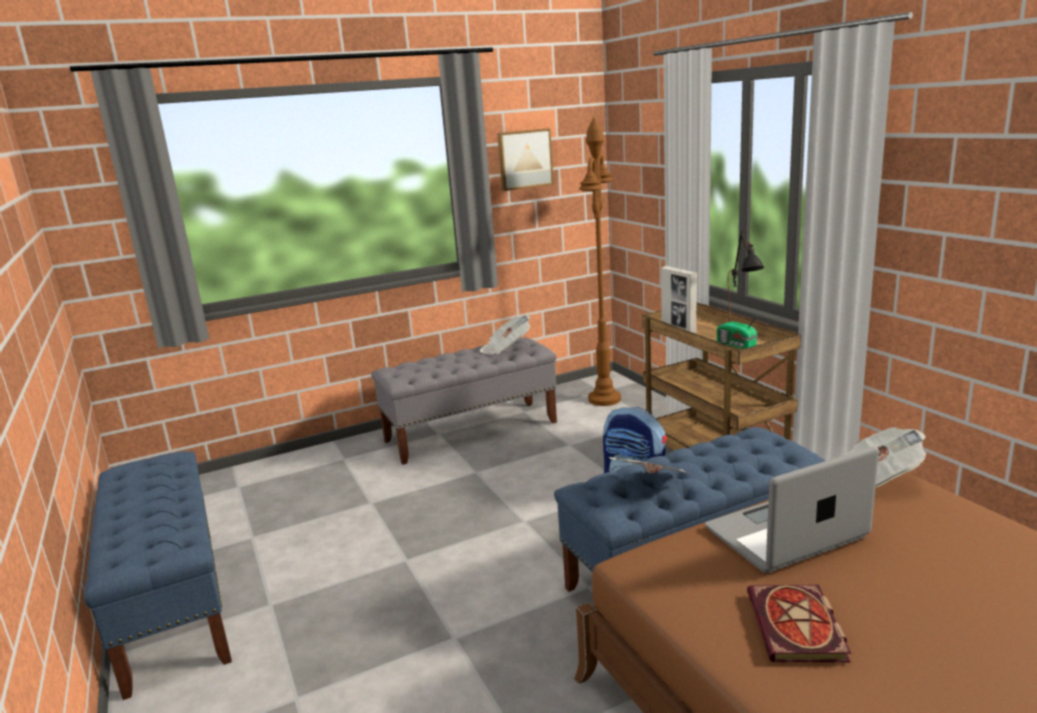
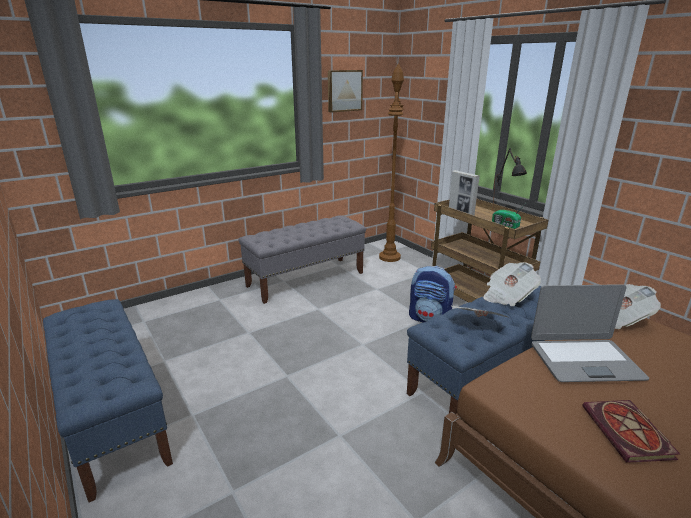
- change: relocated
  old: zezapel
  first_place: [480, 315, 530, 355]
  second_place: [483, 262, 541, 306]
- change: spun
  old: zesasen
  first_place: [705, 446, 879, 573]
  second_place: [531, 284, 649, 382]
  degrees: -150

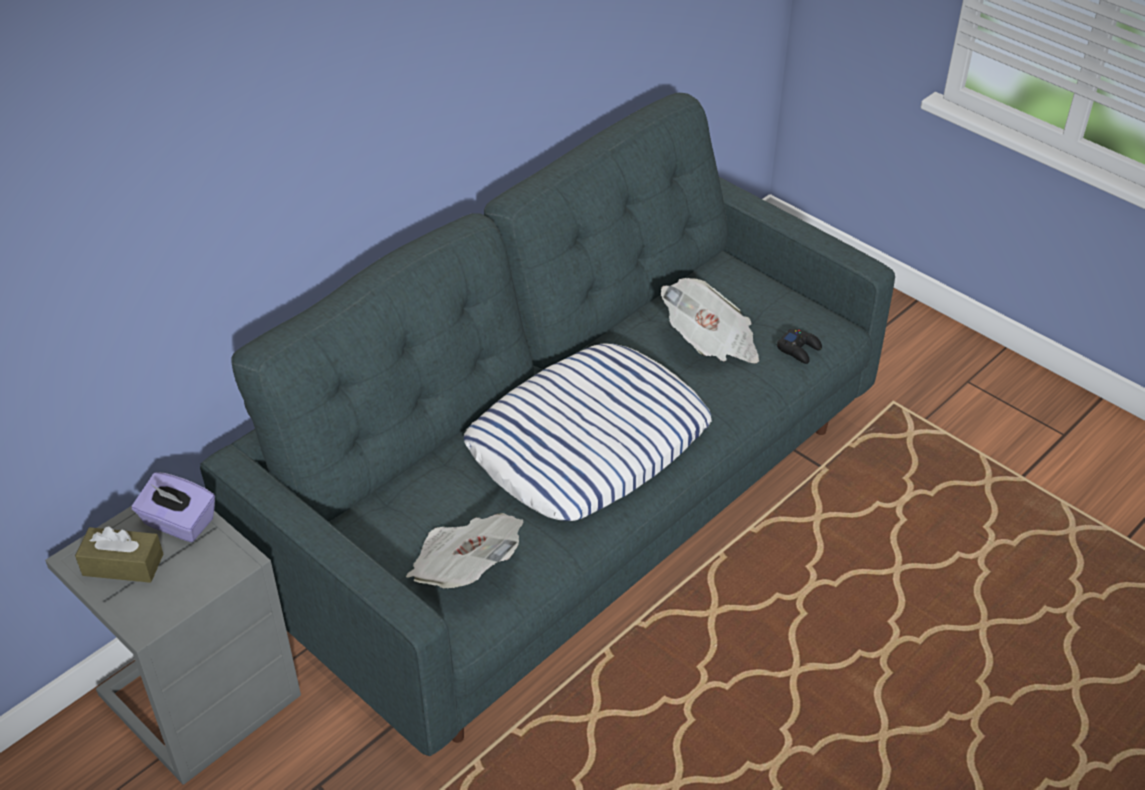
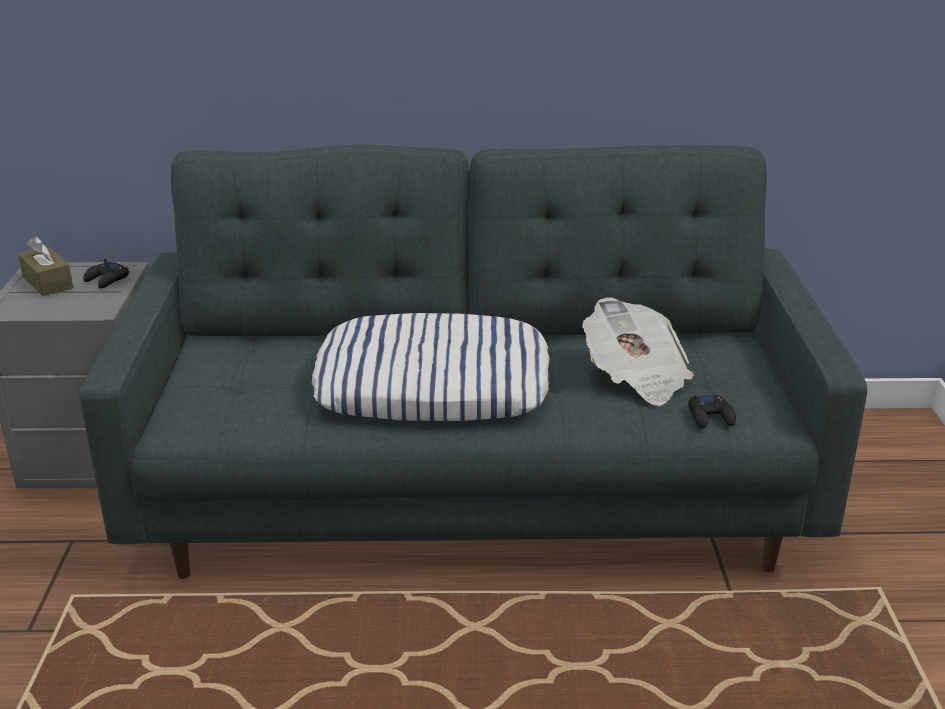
- change: exchanged
  old: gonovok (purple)
  new: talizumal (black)
  first_place: [132, 472, 215, 542]
  second_place: [83, 259, 129, 288]
- change: missing
  old: zezapel
  first_place: [406, 513, 524, 589]

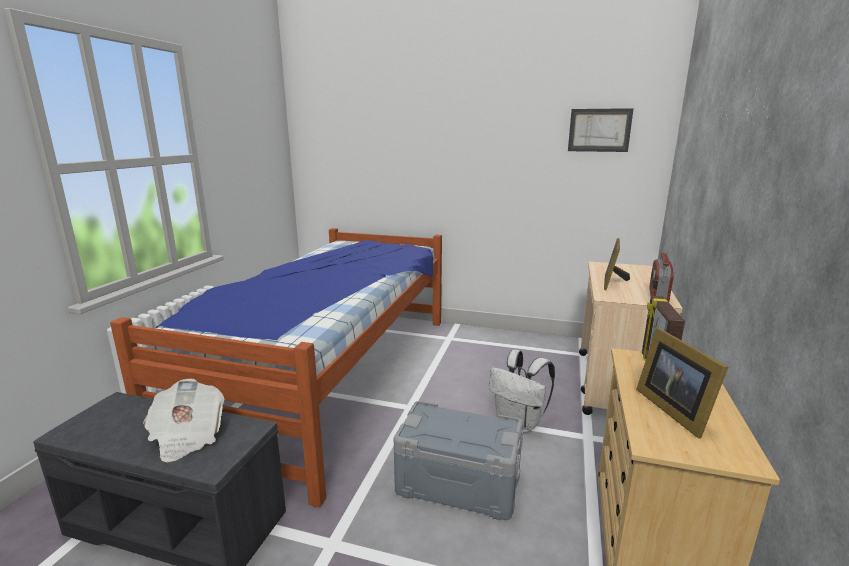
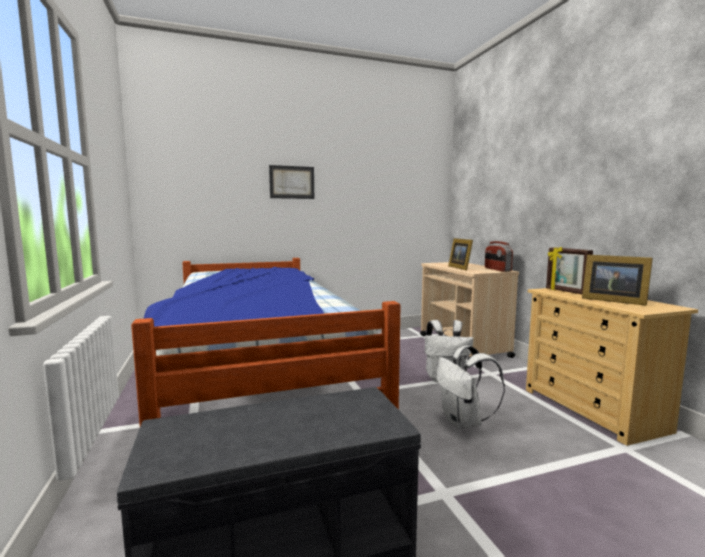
- change: relocated
  old: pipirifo
  first_place: [568, 108, 634, 152]
  second_place: [269, 165, 314, 199]
- change: missing
  old: zezapel
  first_place: [143, 379, 225, 463]
- change: exchanged
  old: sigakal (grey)
  new: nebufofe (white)
  first_place: [394, 401, 523, 520]
  second_place: [437, 345, 505, 429]

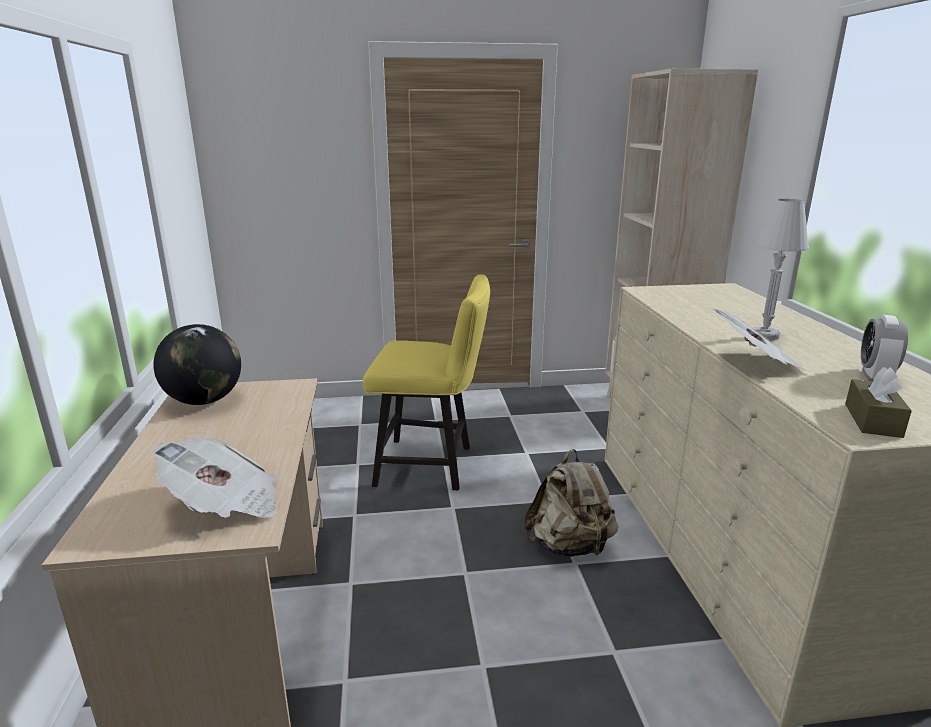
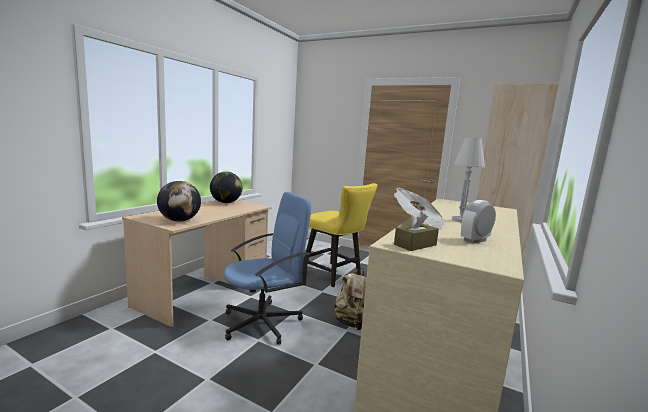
- change: exchanged
  old: zezapel
  new: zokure
  first_place: [153, 438, 277, 518]
  second_place: [157, 181, 201, 222]
- change: appeared
  new: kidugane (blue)
  second_place: [224, 192, 311, 345]

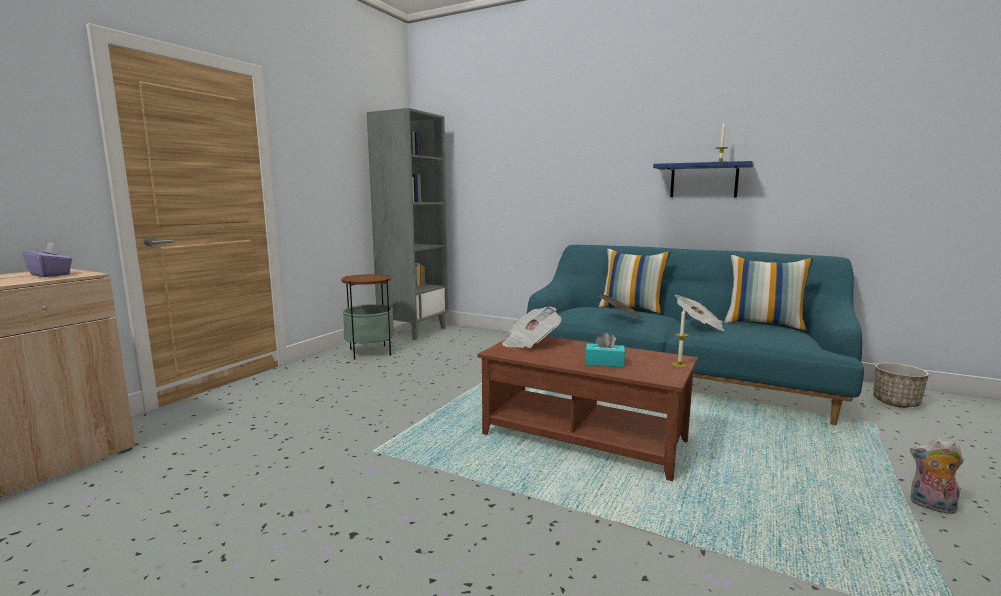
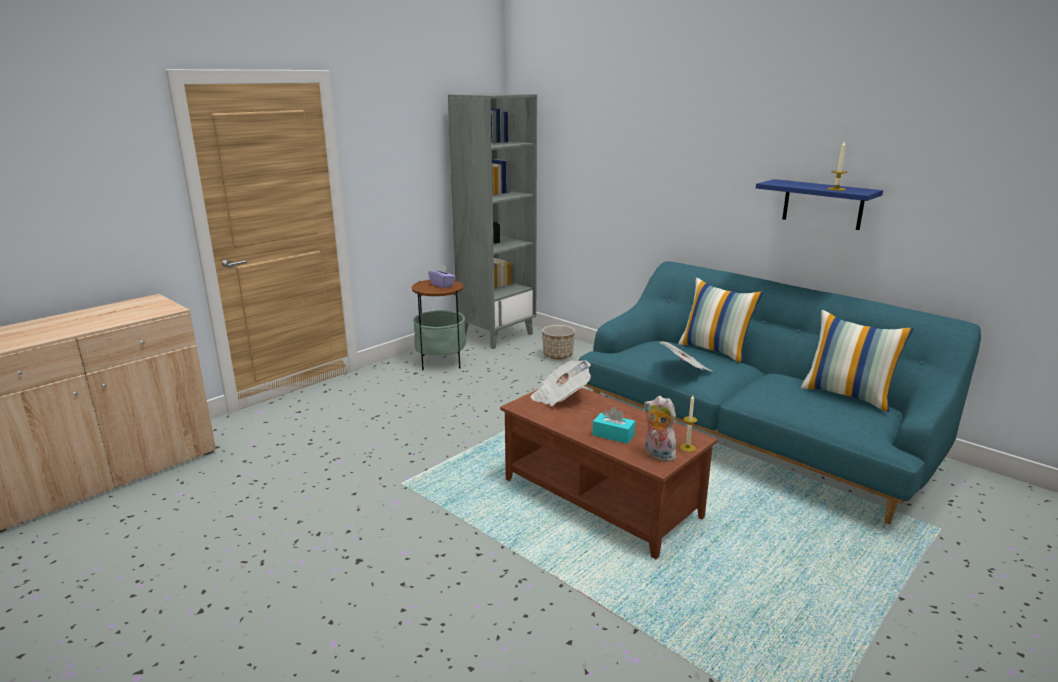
- change: relocated
  old: gonovok (purple)
  first_place: [23, 242, 72, 277]
  second_place: [428, 265, 456, 288]
- change: missing
  old: zezapel
  first_place: [675, 295, 724, 331]
- change: relocated
  old: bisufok
  first_place: [873, 363, 929, 408]
  second_place: [542, 325, 575, 360]
- change: relocated
  old: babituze
  first_place: [910, 438, 964, 514]
  second_place: [644, 396, 676, 462]

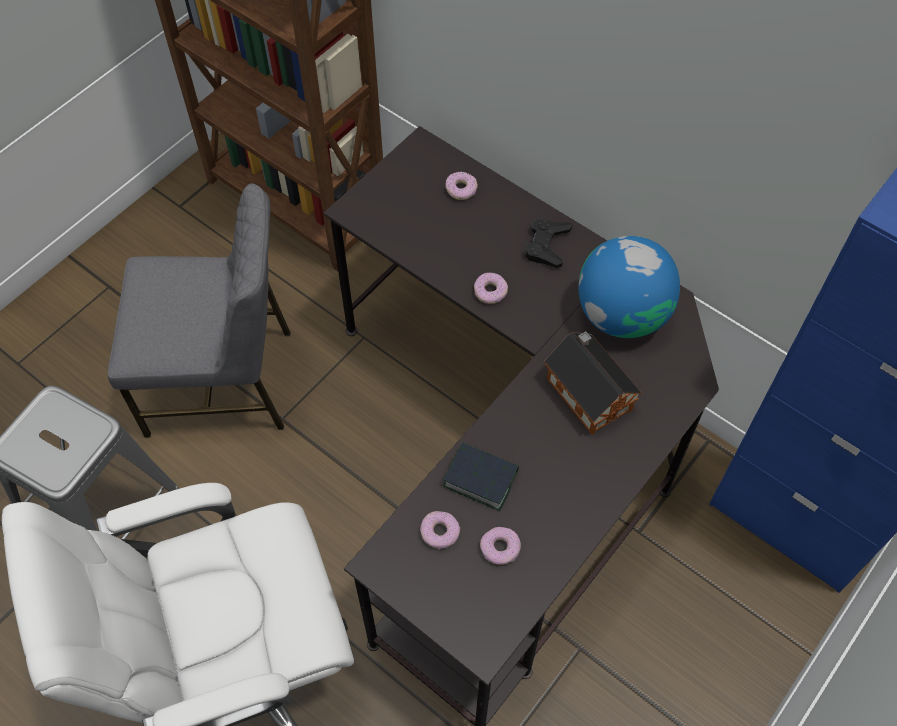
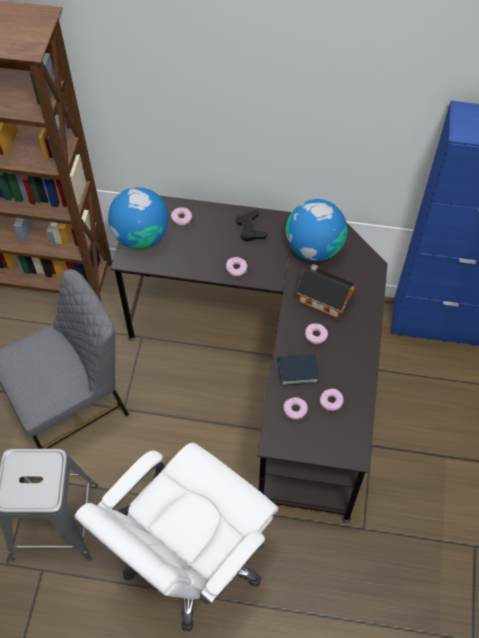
- change: appeared
  new: zokure
  second_place: [108, 187, 168, 249]
- change: appeared
  new: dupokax
  second_place: [305, 323, 328, 344]

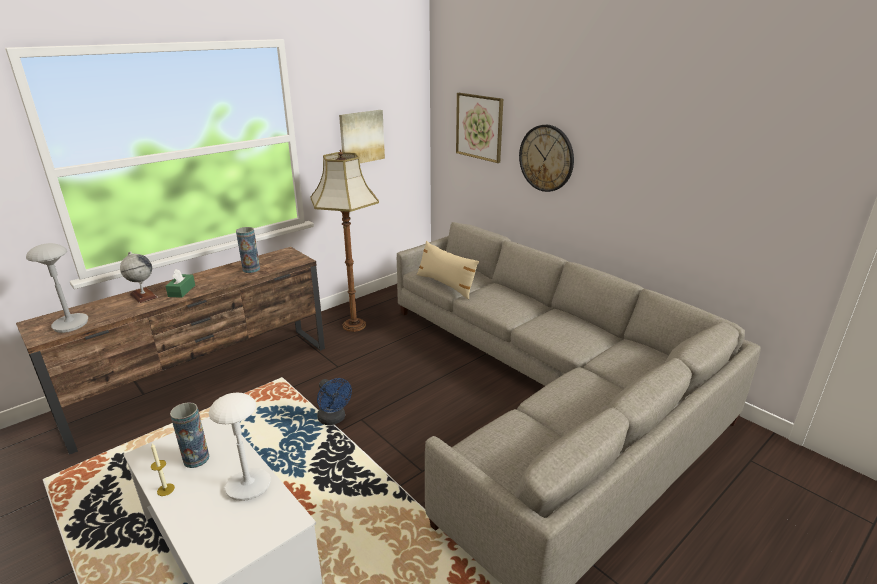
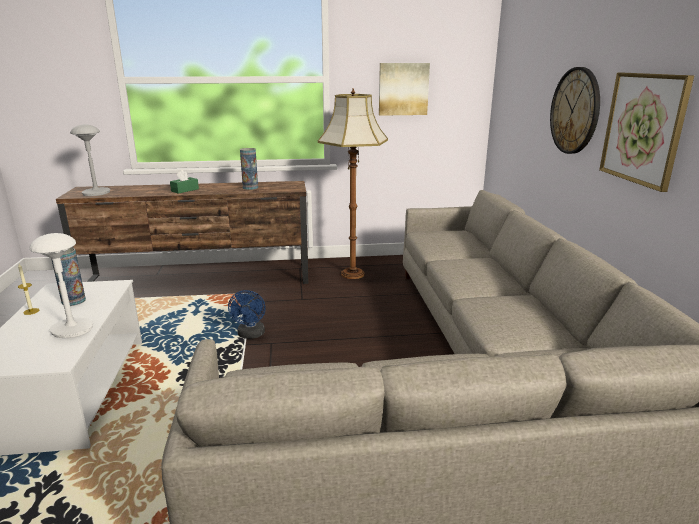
- change: relocated
  old: pipirifo
  first_place: [456, 93, 503, 163]
  second_place: [599, 73, 694, 192]
- change: missing
  old: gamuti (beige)
  first_place: [417, 241, 479, 299]
- change: missing
  old: zokure
  first_place: [120, 252, 158, 303]

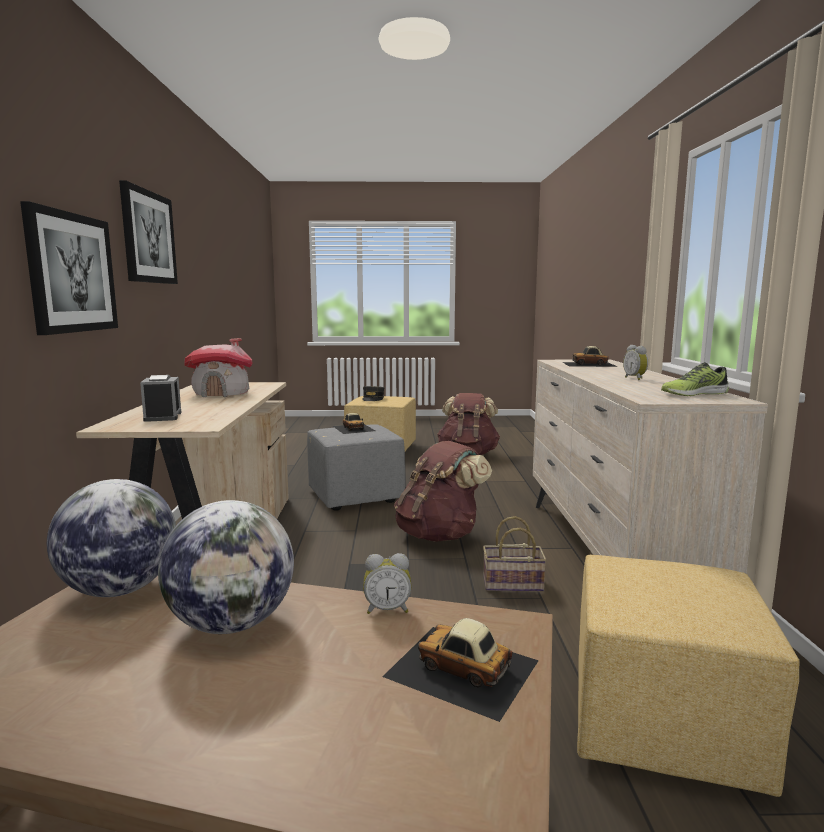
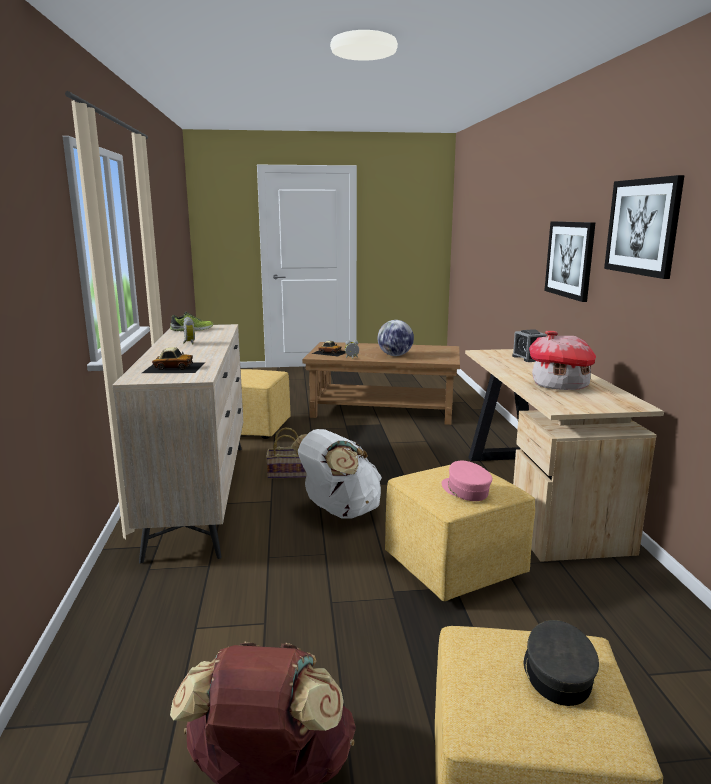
- change: exchanged
  old: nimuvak
  new: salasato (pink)
  first_place: [333, 413, 375, 434]
  second_place: [442, 461, 492, 501]
- change: colour
  old: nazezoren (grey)
  new: nazezoren (yellow)
  first_place: [307, 424, 405, 511]
  second_place: [385, 465, 535, 601]
- change: colour
  old: nebufofe (brown)
  new: nebufofe (white)
  first_place: [394, 441, 492, 542]
  second_place: [291, 429, 382, 519]
- change: missing
  old: zokure
  first_place: [47, 479, 176, 597]

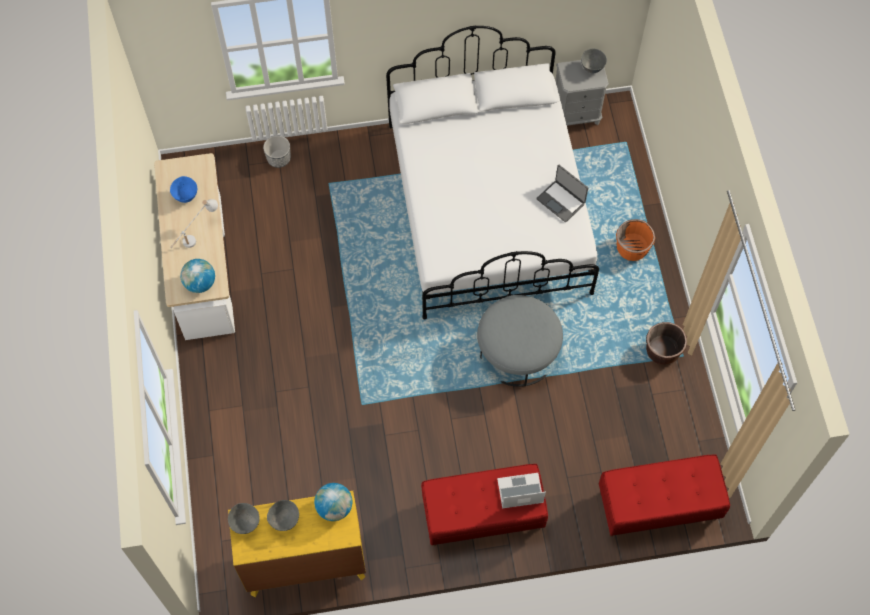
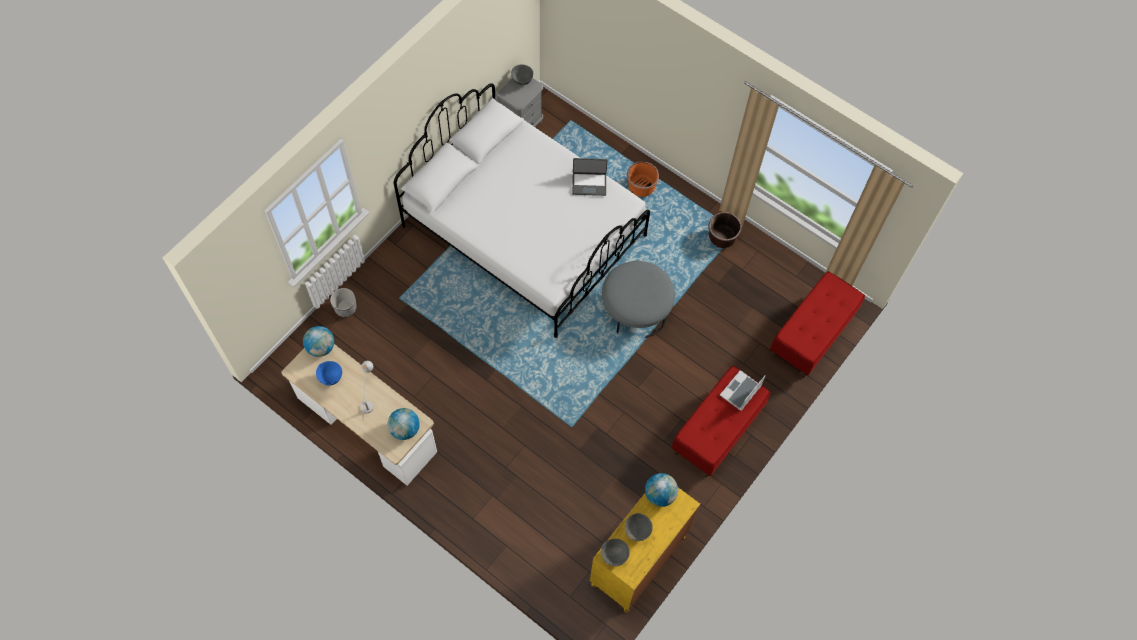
- change: appeared
  new: zokure
  second_place: [303, 326, 334, 357]

